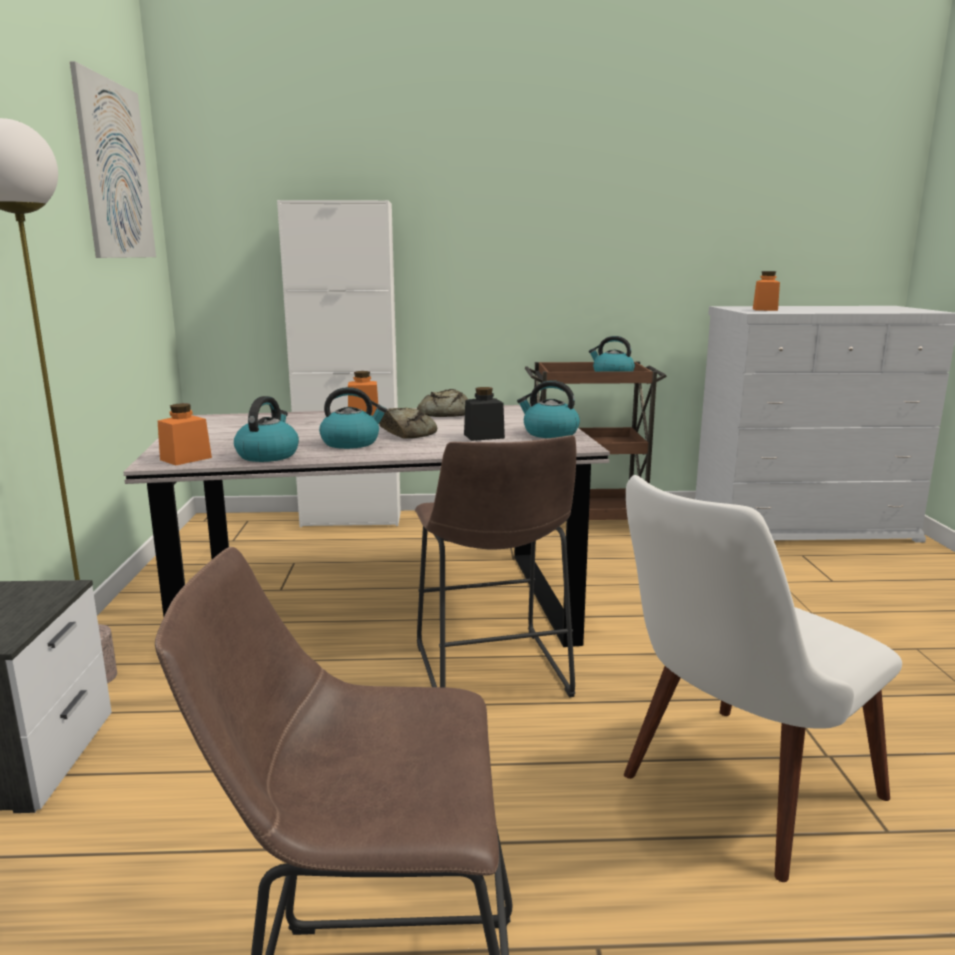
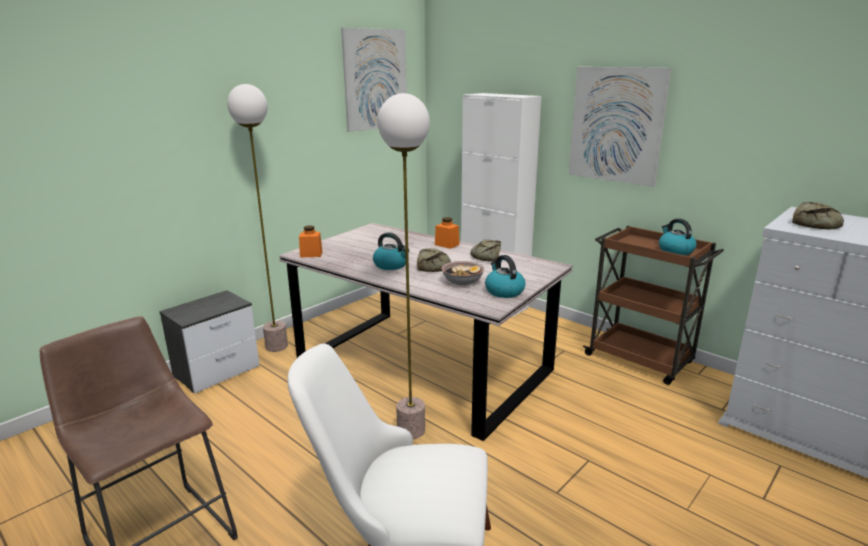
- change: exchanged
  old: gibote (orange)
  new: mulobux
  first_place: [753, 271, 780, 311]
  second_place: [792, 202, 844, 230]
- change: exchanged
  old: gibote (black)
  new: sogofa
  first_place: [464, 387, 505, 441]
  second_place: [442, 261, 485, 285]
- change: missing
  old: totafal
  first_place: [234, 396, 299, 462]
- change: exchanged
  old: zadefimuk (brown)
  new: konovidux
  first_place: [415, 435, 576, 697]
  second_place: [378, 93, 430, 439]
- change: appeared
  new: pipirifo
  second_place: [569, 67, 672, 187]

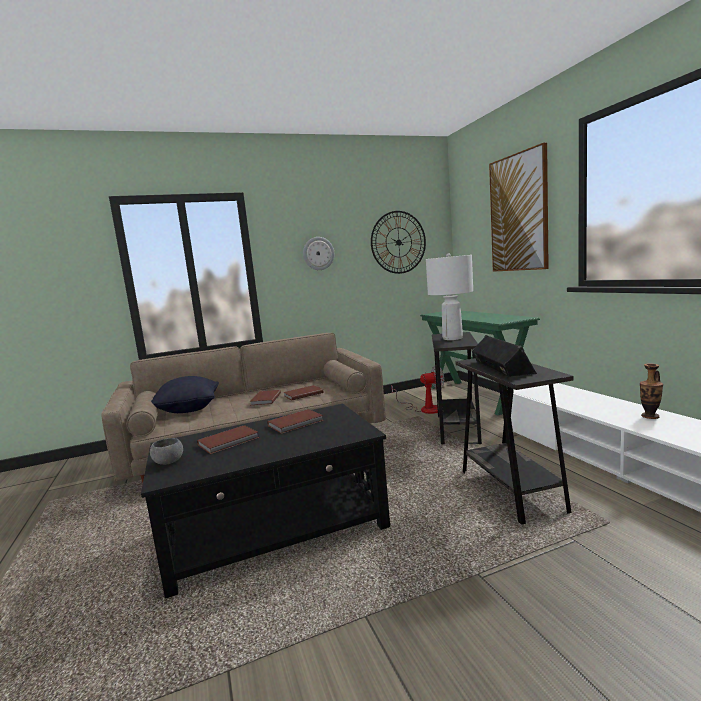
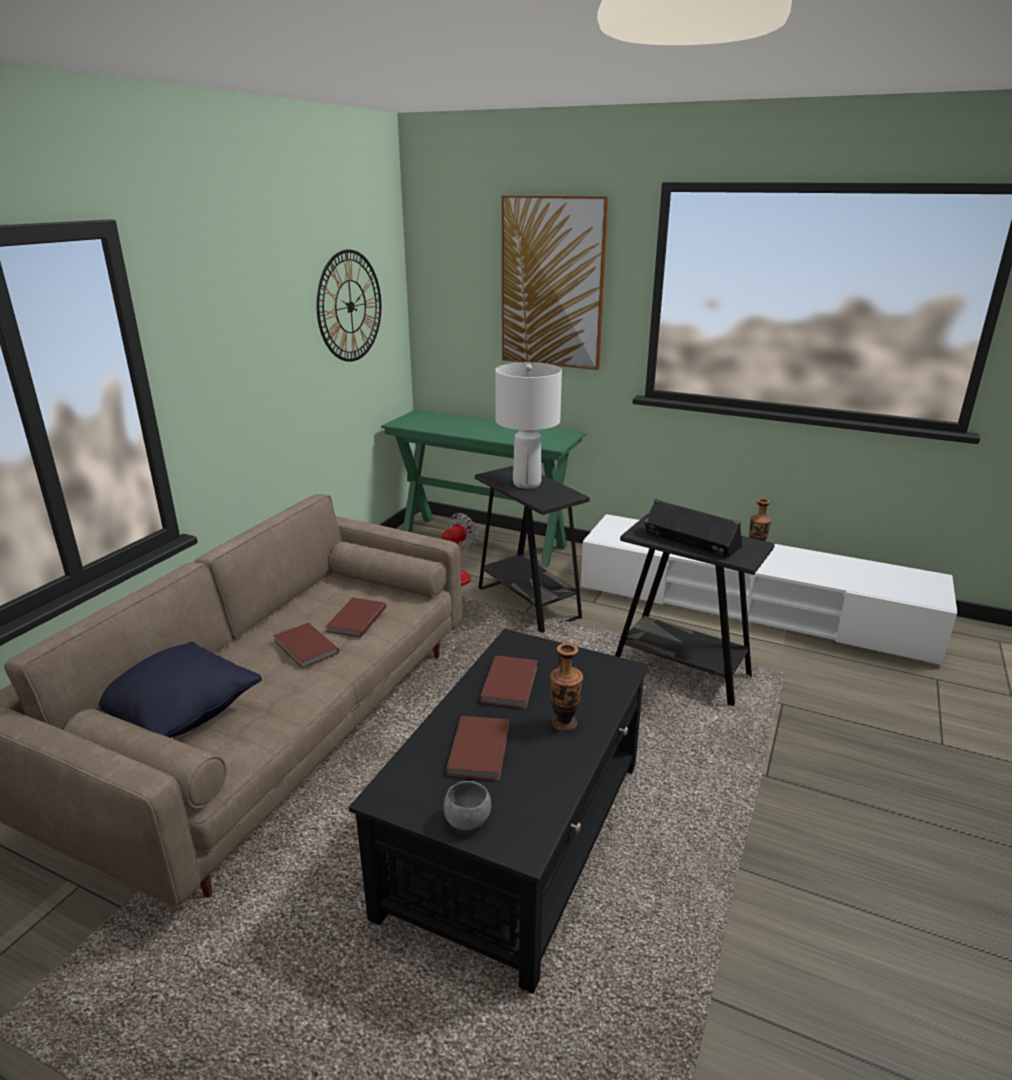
- change: missing
  old: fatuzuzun
  first_place: [303, 237, 334, 270]
- change: appeared
  new: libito
  second_place: [550, 643, 583, 732]

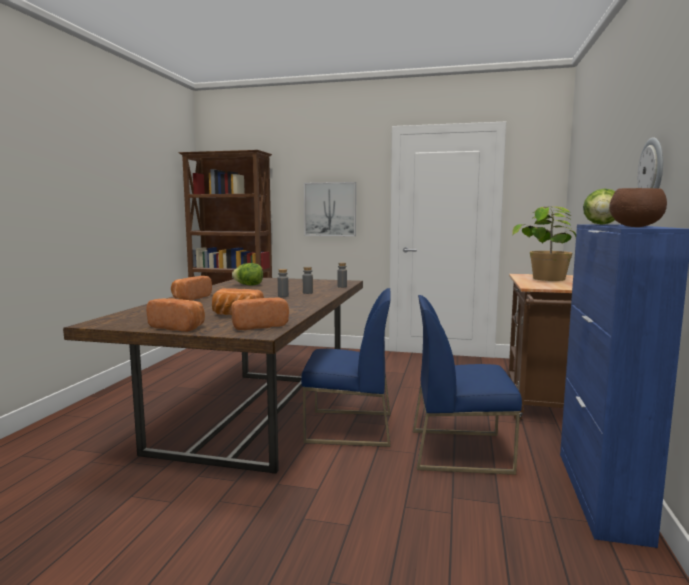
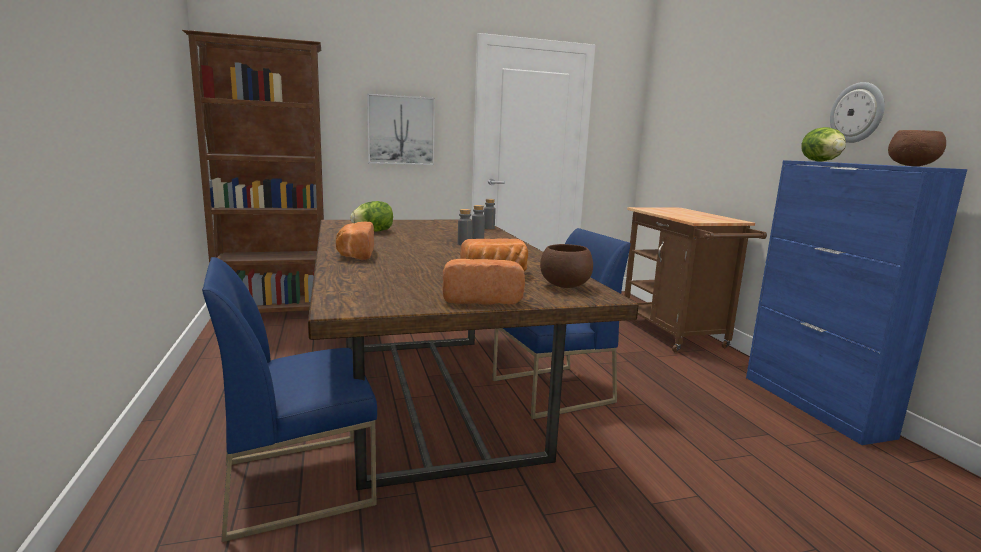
- change: missing
  old: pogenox
  first_place: [512, 206, 576, 281]
- change: relocated
  old: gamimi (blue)
  first_place: [413, 295, 522, 475]
  second_place: [202, 257, 377, 542]
- change: exchanged
  old: mulobux
  new: sogofa (brown)
  first_place: [231, 297, 289, 330]
  second_place: [540, 244, 593, 288]

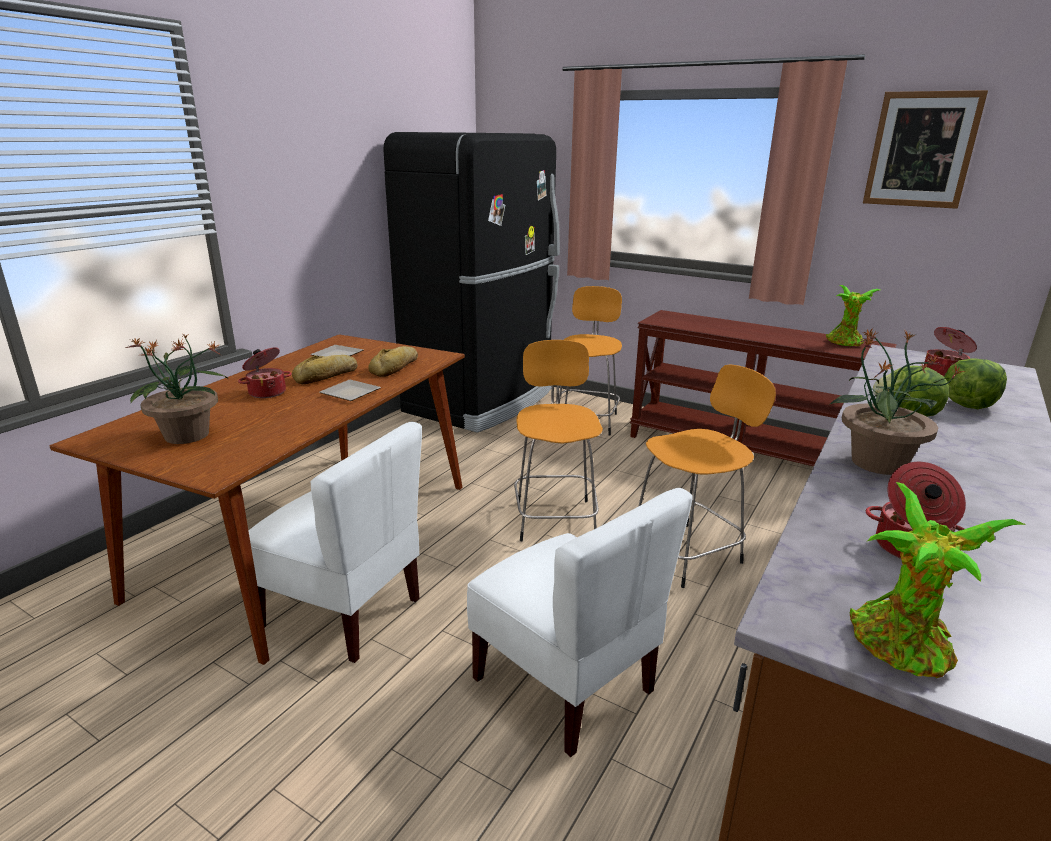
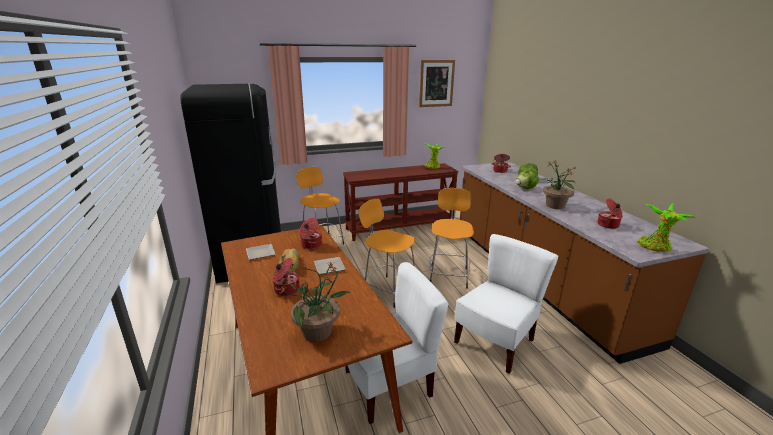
- change: exchanged
  old: mulobux
  new: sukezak
  first_place: [368, 346, 418, 377]
  second_place: [300, 218, 322, 249]
- change: spun
  old: gamimi (white)
  first_place: [467, 488, 693, 757]
  second_place: [454, 234, 558, 374]
  degrees: -45

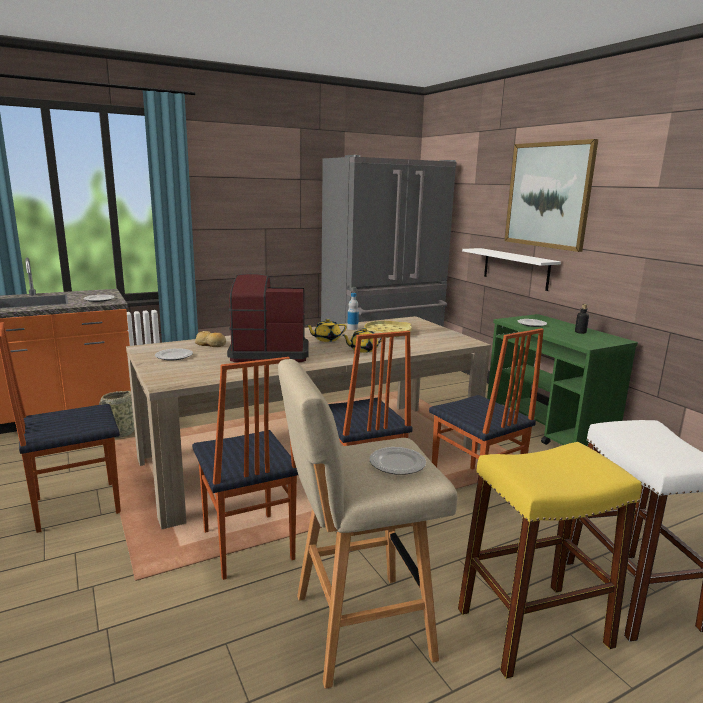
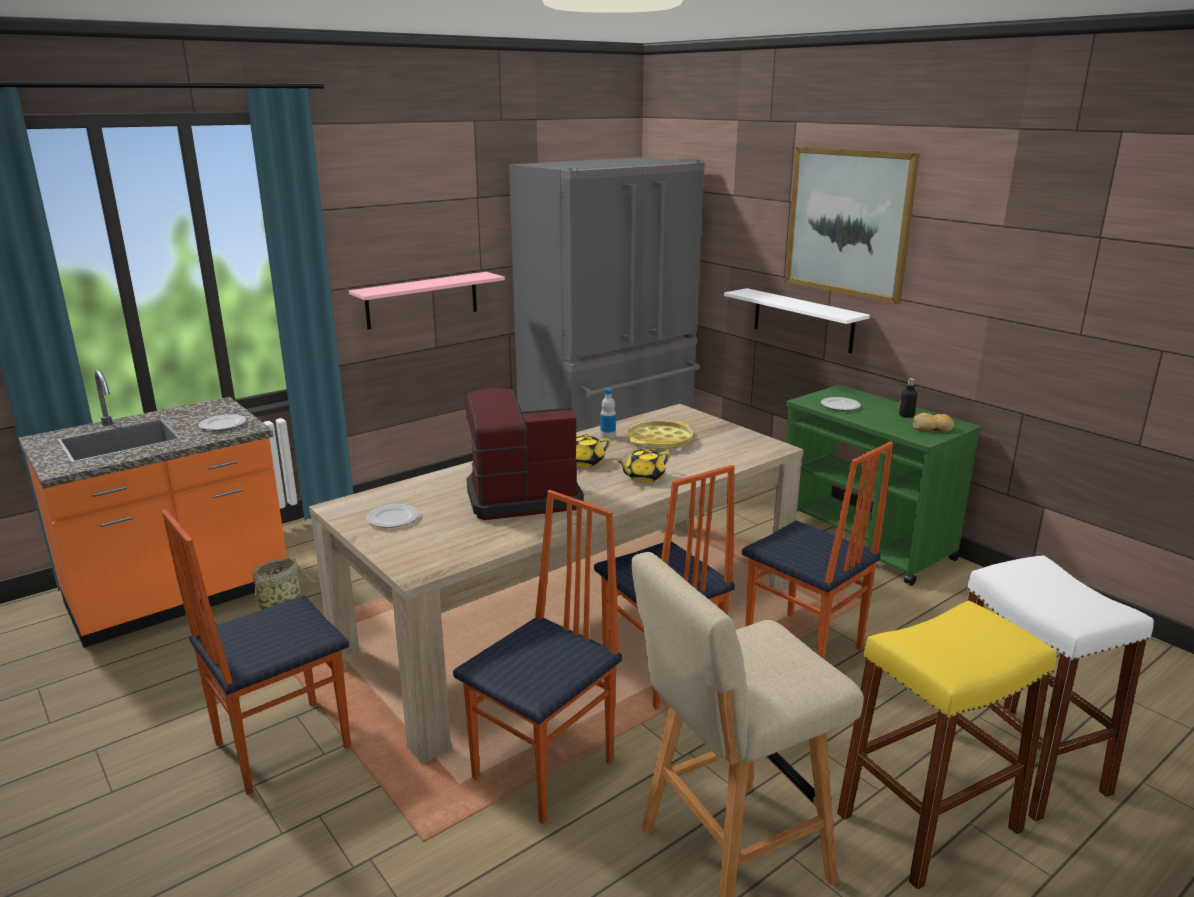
- change: relocated
  old: mulobux
  first_place: [195, 331, 226, 347]
  second_place: [913, 413, 954, 432]
- change: spun
  old: gamimi
  first_place: [192, 357, 298, 580]
  second_place: [453, 490, 622, 824]
  degrees: -105
- change: missing
  old: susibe
  first_place: [370, 447, 426, 475]
- change: appeared
  new: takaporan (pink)
  second_place: [349, 272, 505, 330]

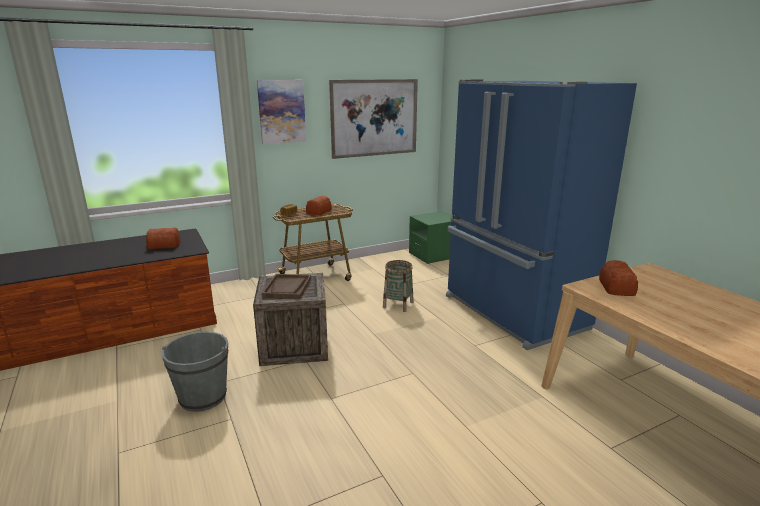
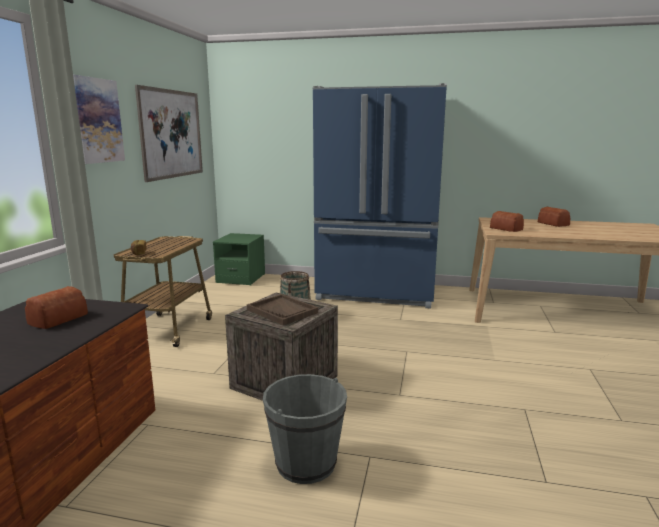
- change: relocated
  old: mulobux
  first_place: [306, 196, 332, 215]
  second_place: [538, 207, 570, 227]

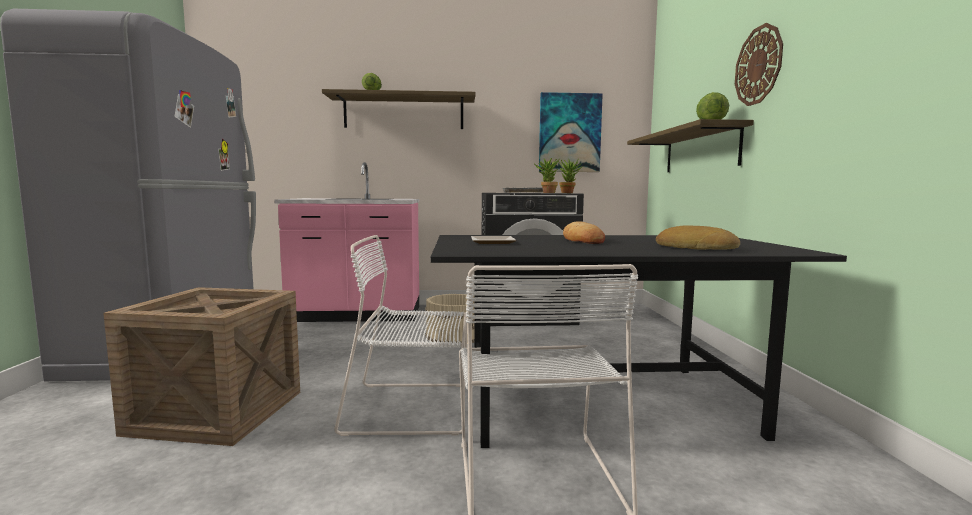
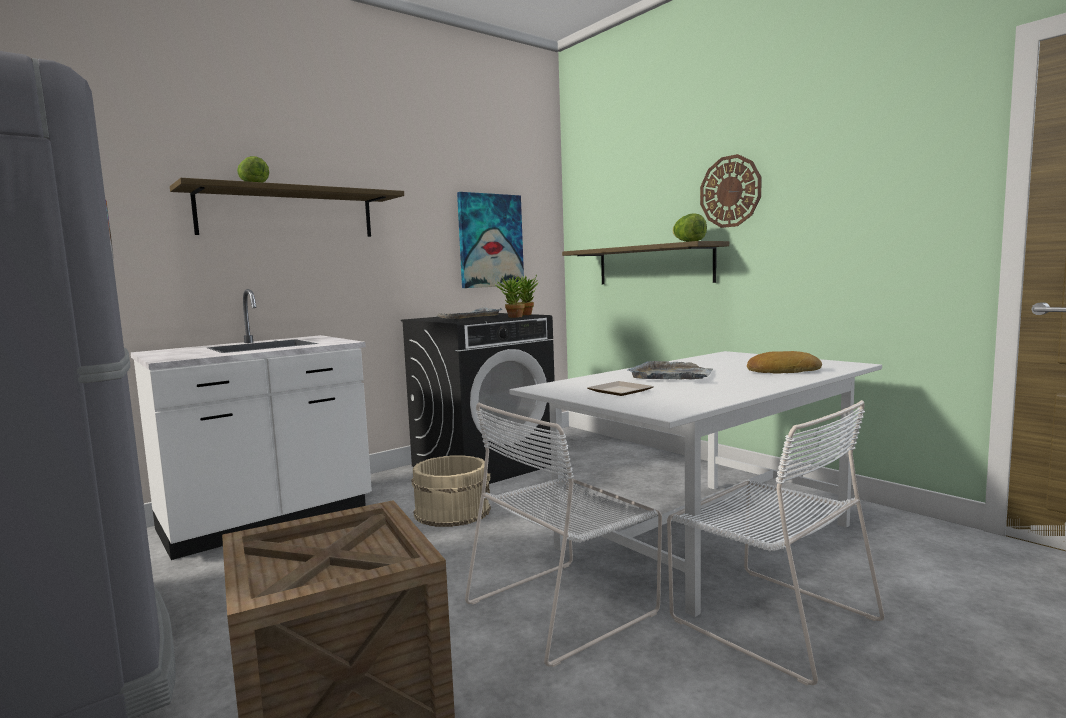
- change: colour
  old: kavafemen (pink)
  new: kavafemen (white)
  first_place: [274, 162, 419, 322]
  second_place: [130, 289, 372, 560]
- change: exchanged
  old: mulobux
  new: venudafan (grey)
  first_place: [563, 221, 605, 244]
  second_place: [628, 361, 713, 380]
- change: colour
  old: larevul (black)
  new: larevul (white)
  first_place: [430, 235, 847, 448]
  second_place: [509, 351, 882, 617]

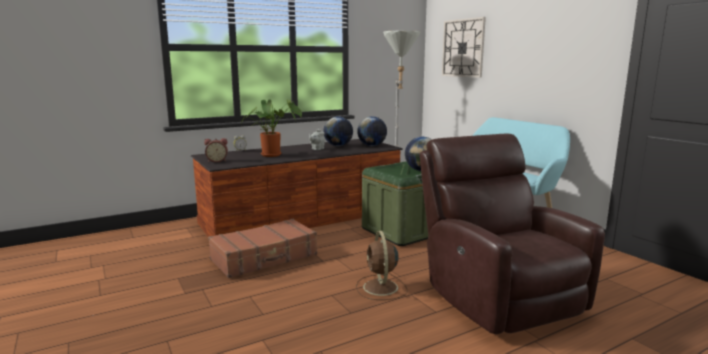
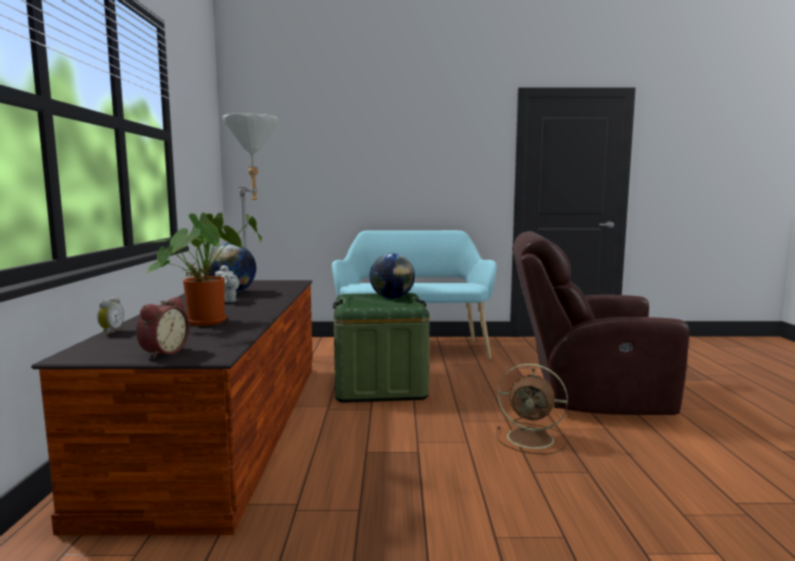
- change: missing
  old: fatuzuzun
  first_place: [442, 17, 486, 78]
- change: missing
  old: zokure
  first_place: [357, 116, 387, 146]
- change: missing
  old: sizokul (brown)
  first_place: [208, 219, 317, 278]

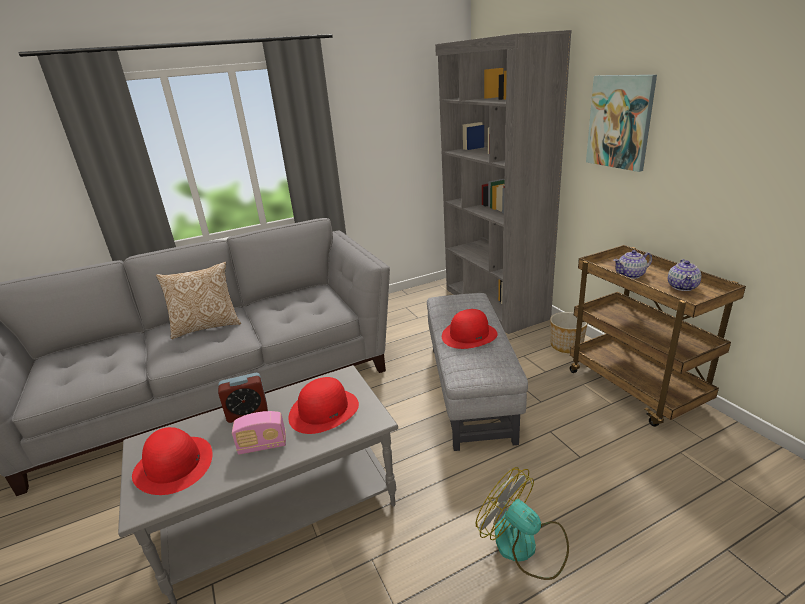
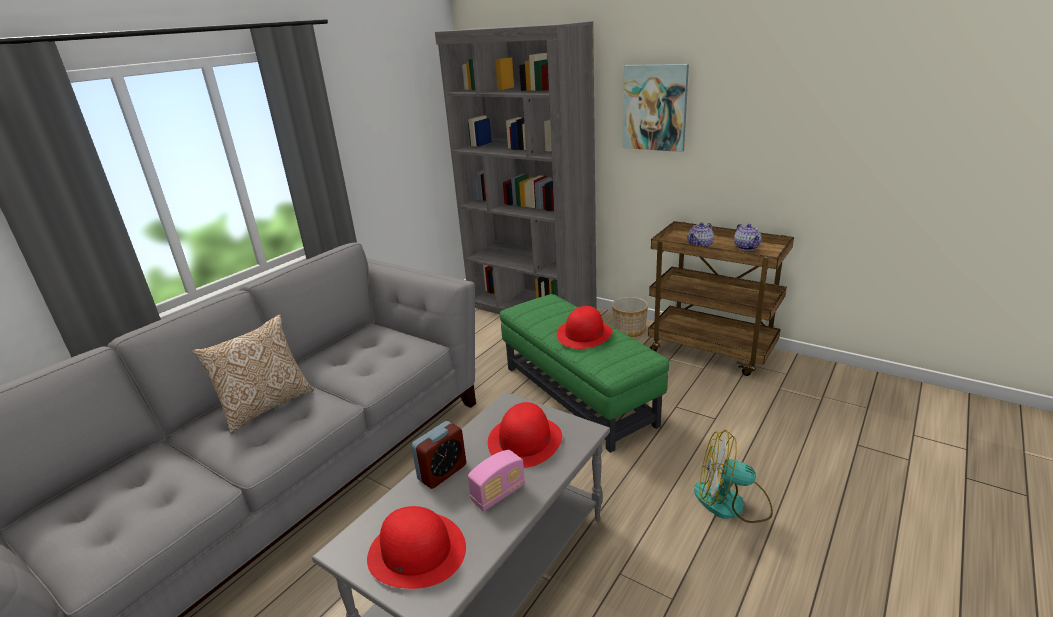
- change: colour
  old: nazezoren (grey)
  new: nazezoren (green)
  first_place: [427, 293, 528, 451]
  second_place: [500, 294, 669, 453]

